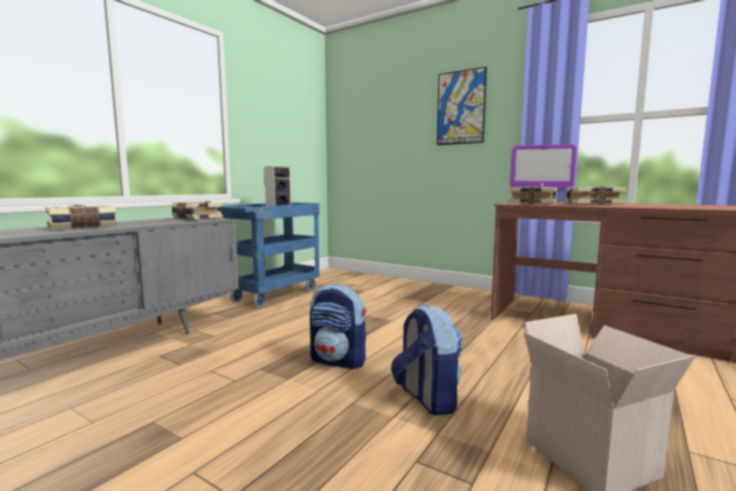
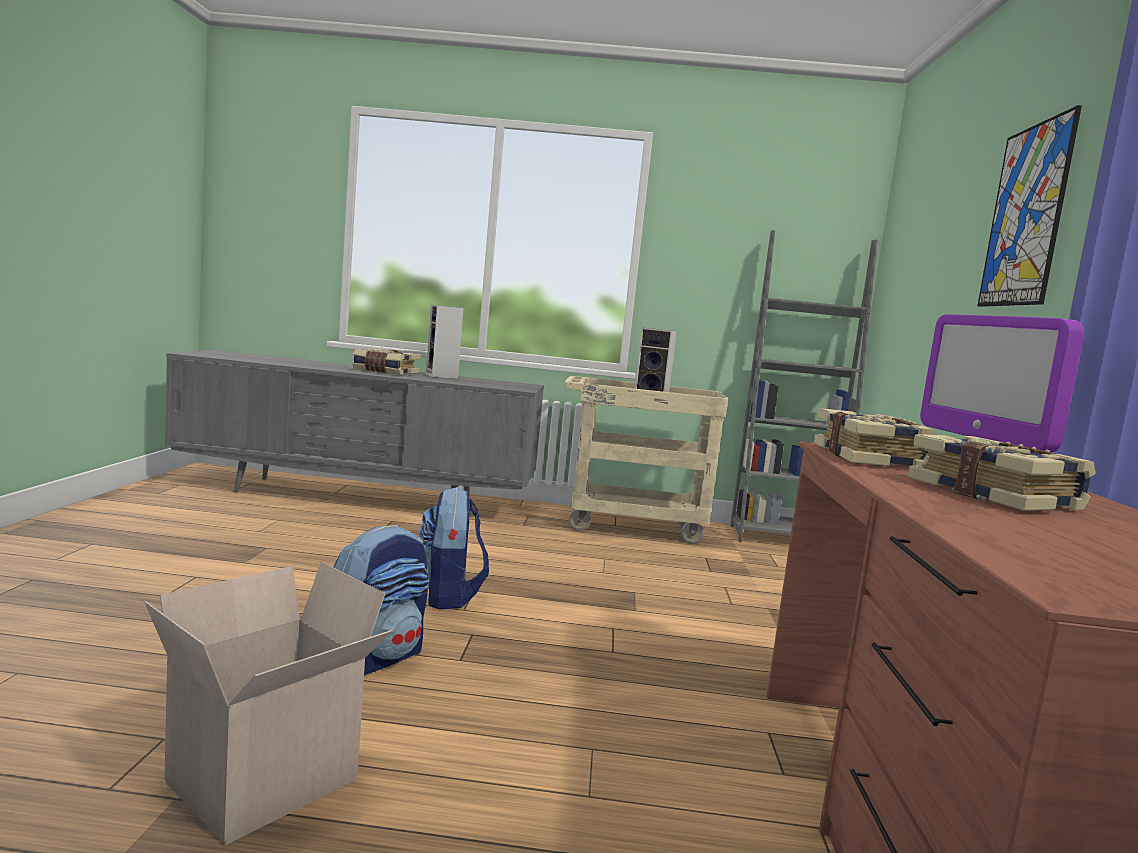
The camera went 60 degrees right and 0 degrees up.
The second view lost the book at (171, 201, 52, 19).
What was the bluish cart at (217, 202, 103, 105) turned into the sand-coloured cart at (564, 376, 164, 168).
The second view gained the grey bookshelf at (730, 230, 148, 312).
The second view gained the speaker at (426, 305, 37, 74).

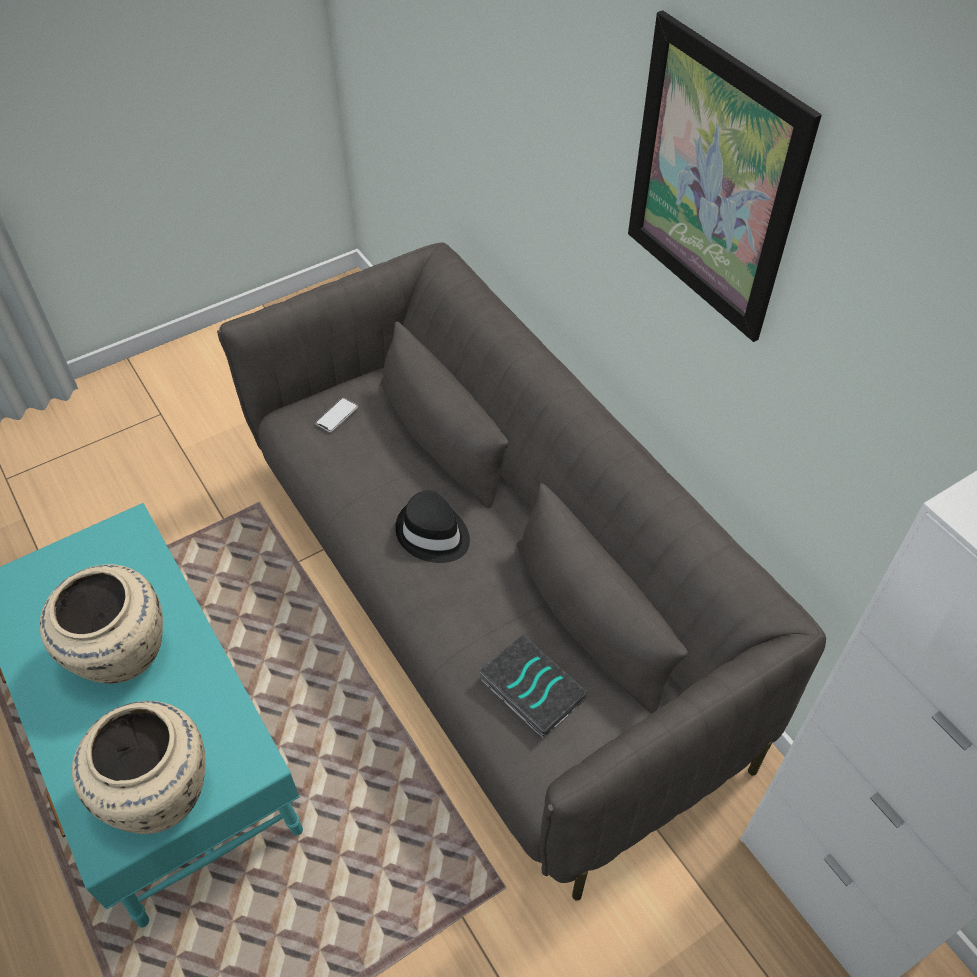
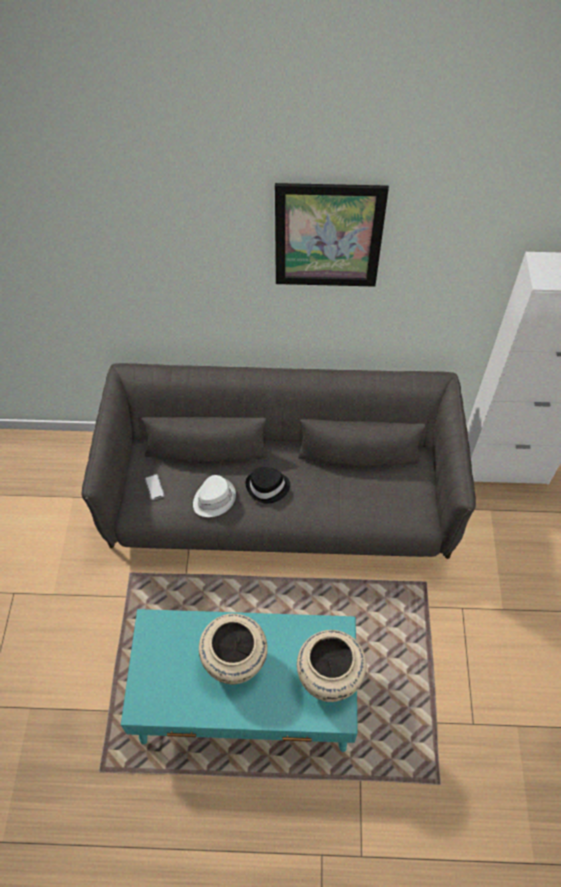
The camera went 55 degrees left and 5 degrees up.
The second view lost the book at (479, 635, 108, 104).
The second view gained the white-coloured clothing hat at (193, 475, 43, 42).

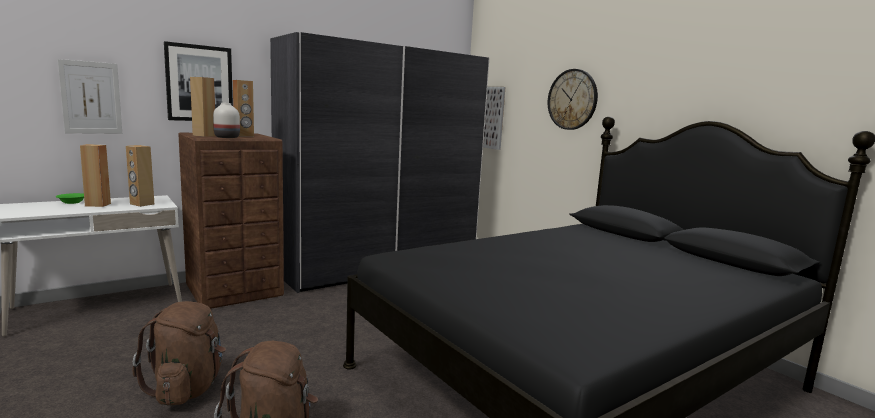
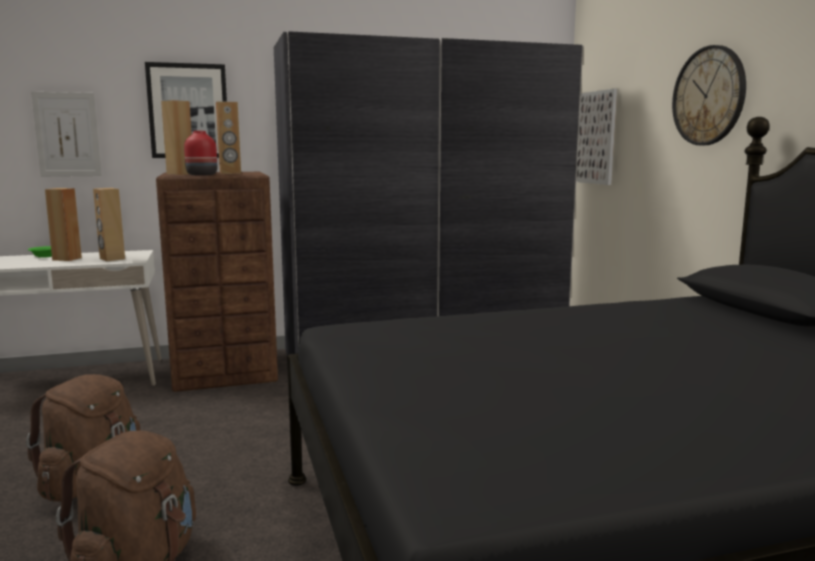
The camera went 20 degrees right and 0 degrees up.
What was the white-coloured vase at (213, 103, 27, 35) turned into the red-coloured vase at (184, 131, 33, 44).

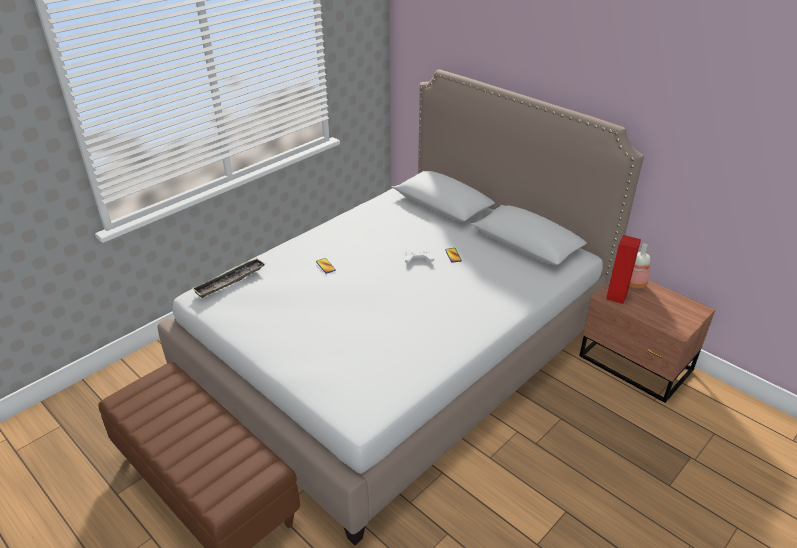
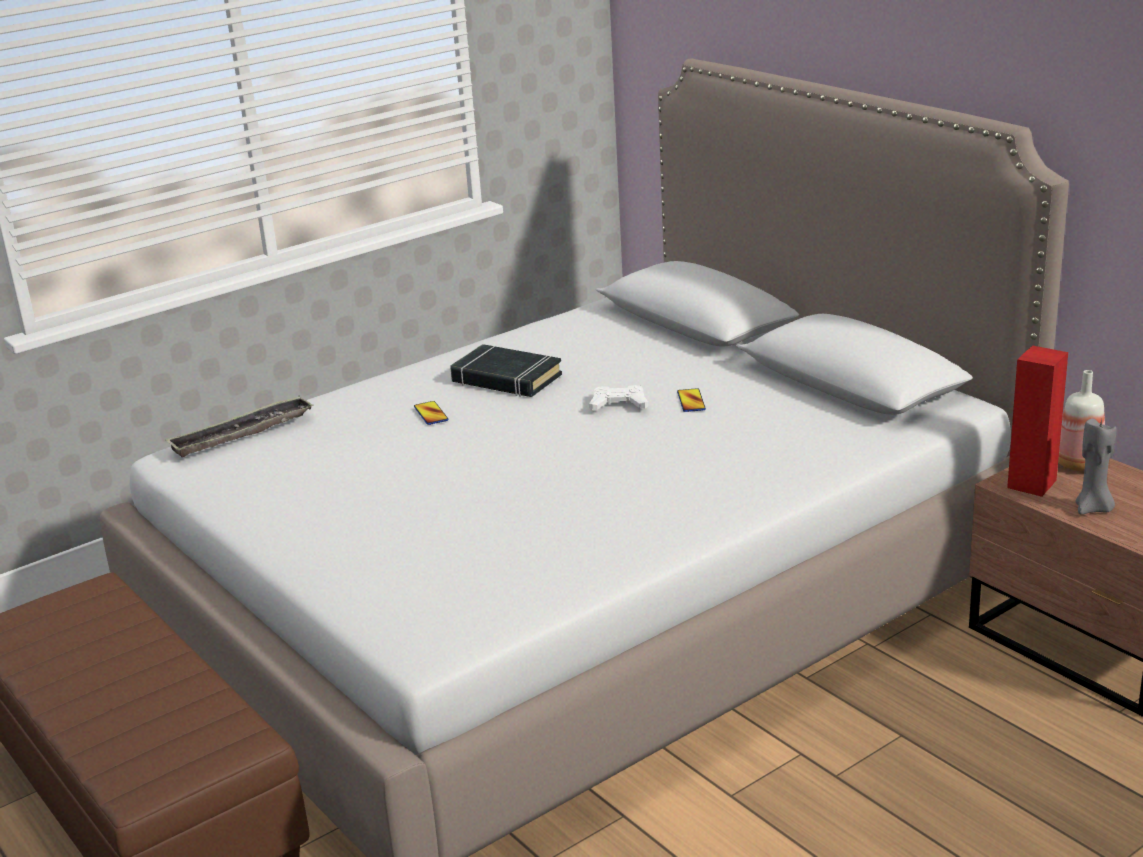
The camera went 10 degrees right and 10 degrees down.
The second view gained the black book at (450, 344, 112, 53).
The second view gained the grey wax light at (1076, 418, 41, 97).

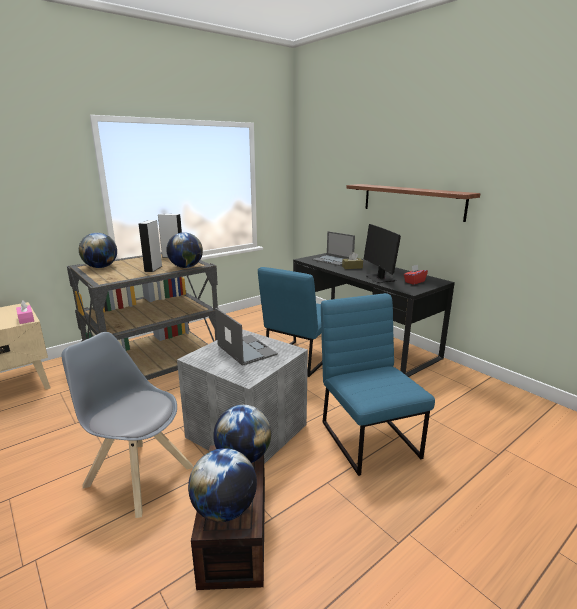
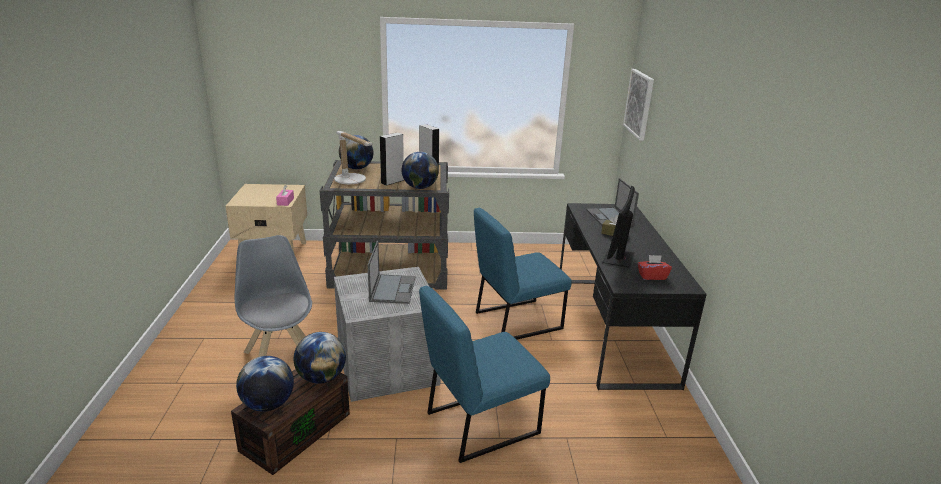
The camera went 35 degrees right and 5 degrees up.
The second view lost the wall shelf at (346, 184, 135, 38).
The bluish plain chair at (321, 293, 114, 183) ended up facing another way, 135 degrees counterclockwise from before.
The second view gained the wall art at (623, 69, 31, 72).
The second view gained the tabletop lamp at (334, 131, 39, 53).

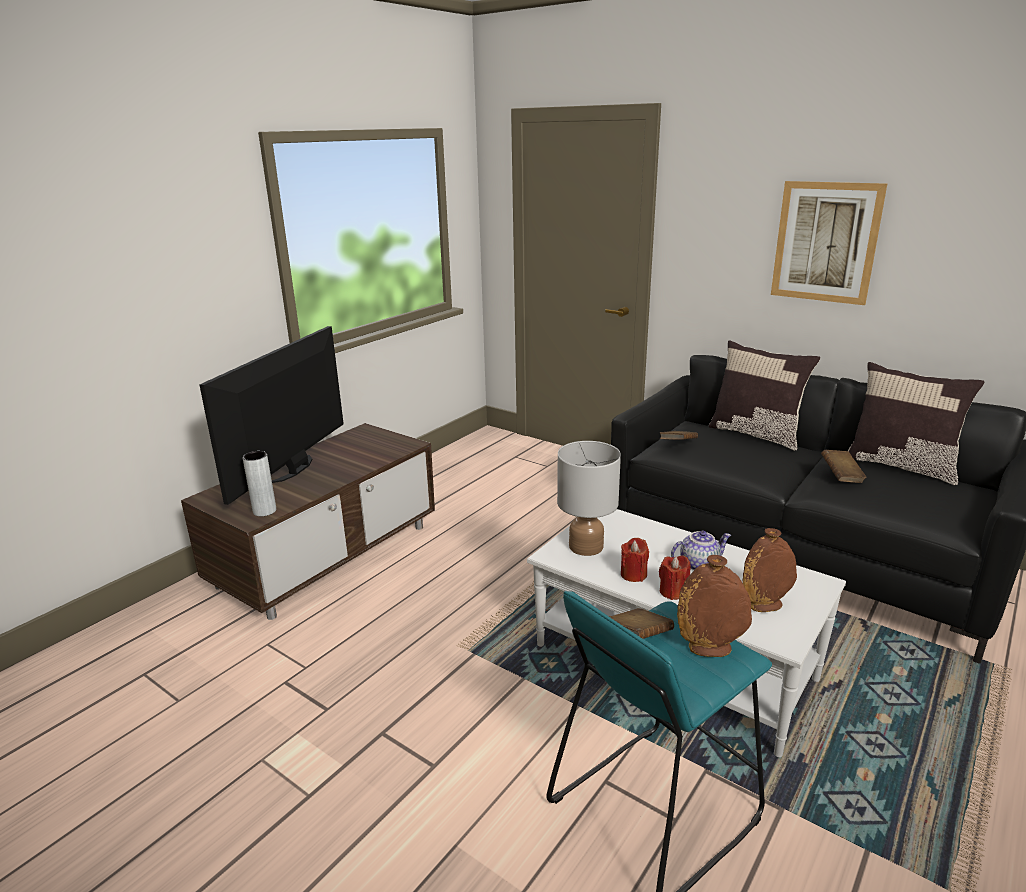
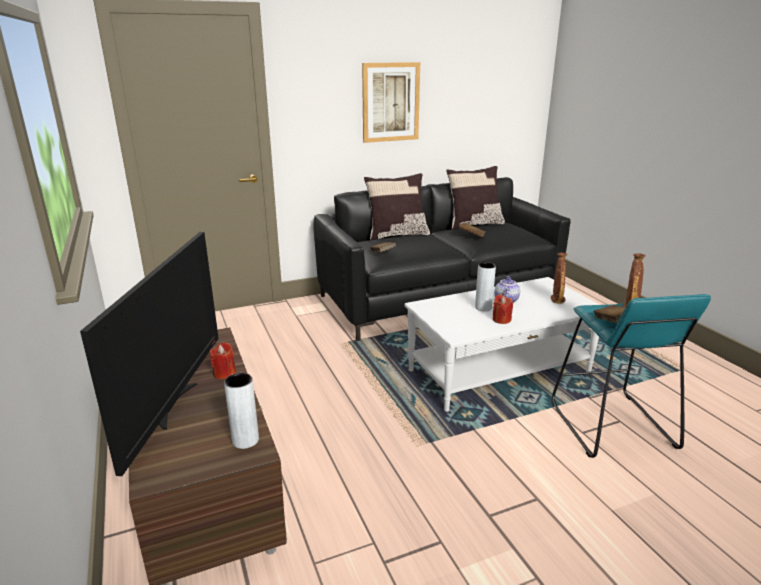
The camera went 60 degrees left and 0 degrees up.
The TV at (200, 326, 144, 179) ended up facing another way, 135 degrees counterclockwise from before.
The second view lost the grey tabletop lamp at (557, 441, 64, 115).
The red-coloured wax light ended up elsewhere, having gone from (659, 555, 32, 45) to (210, 342, 26, 37).
The second view gained the grey vase at (475, 262, 21, 49).

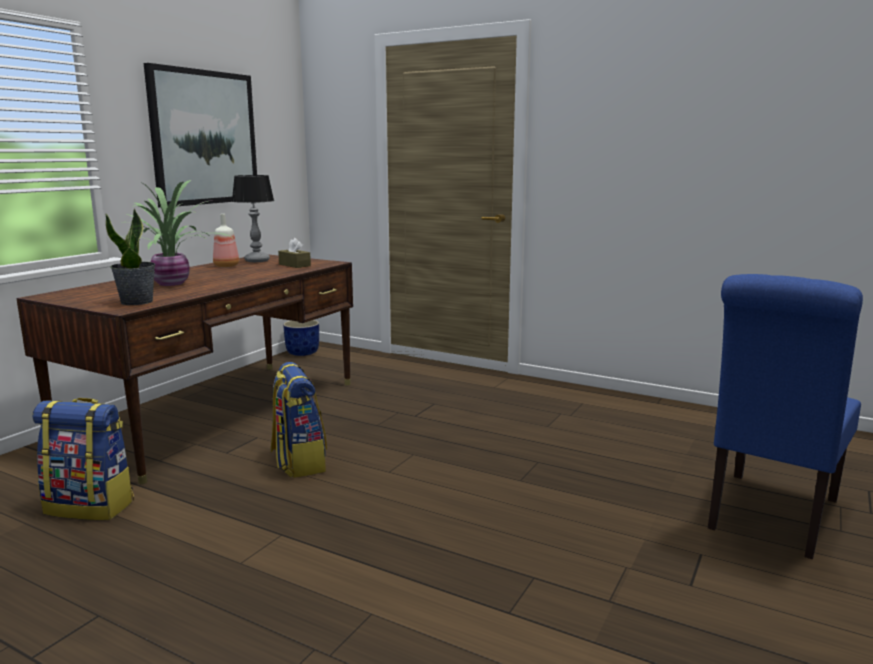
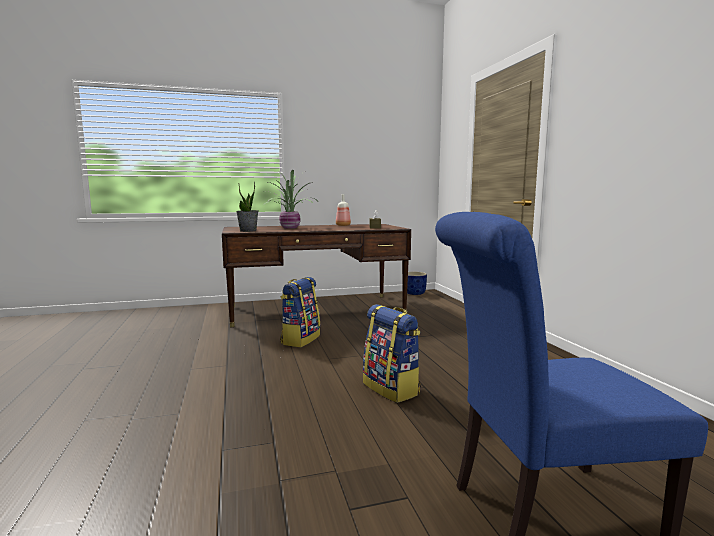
The camera went 45 degrees right and 5 degrees down.
The second view lost the wall art at (144, 63, 113, 145).
The second view lost the tabletop lamp at (232, 175, 42, 87).
The backpack ended up elsewhere, having gone from (33, 398, 101, 122) to (363, 304, 58, 99).

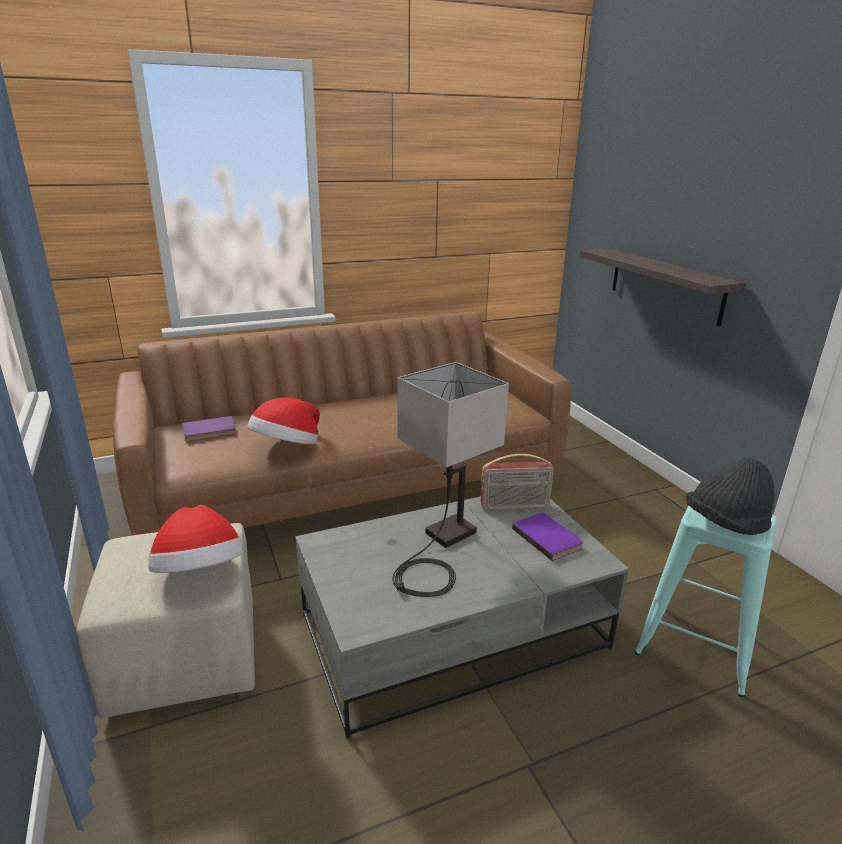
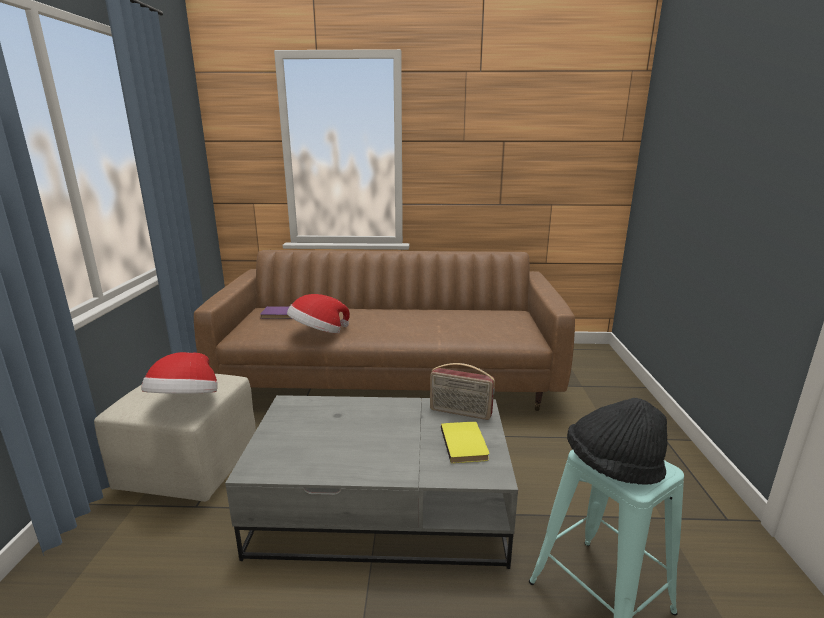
The camera went 25 degrees right and 5 degrees down.
The second view lost the wall shelf at (580, 248, 166, 79).
The second view lost the tabletop lamp at (393, 362, 116, 235).
What was the purplish book at (512, 513, 71, 48) turned into the yellow-coloured book at (441, 421, 48, 42).

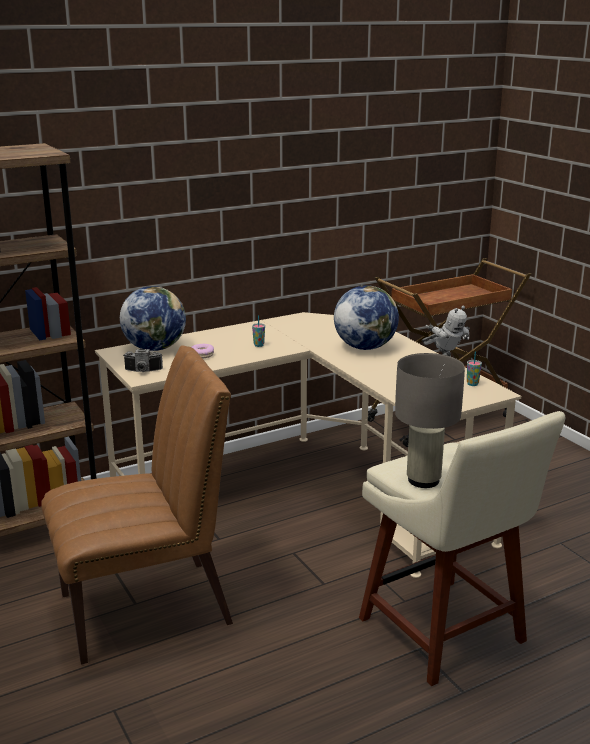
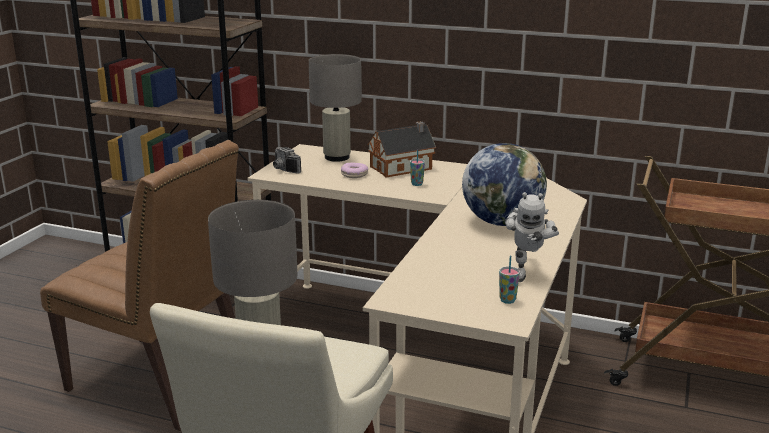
The camera went 50 degrees right and 0 degrees up.
Where the world globe stood at (120, 286, 66, 65), the grey tabletop lamp came to stand at (309, 54, 53, 108).
The second view gained the toy house at (368, 121, 68, 56).

